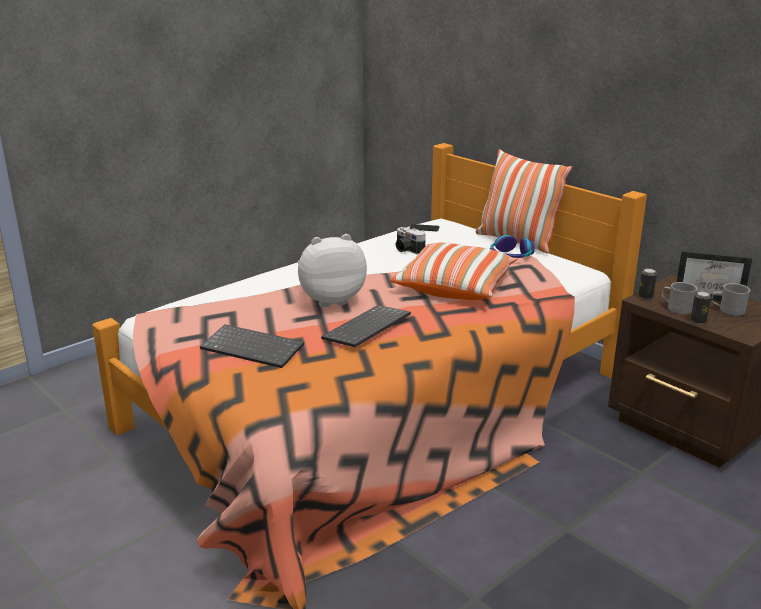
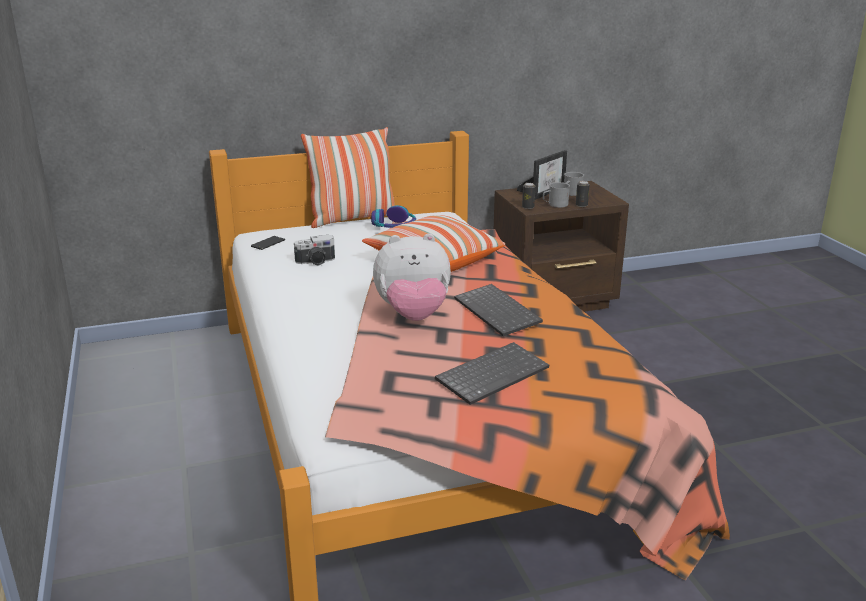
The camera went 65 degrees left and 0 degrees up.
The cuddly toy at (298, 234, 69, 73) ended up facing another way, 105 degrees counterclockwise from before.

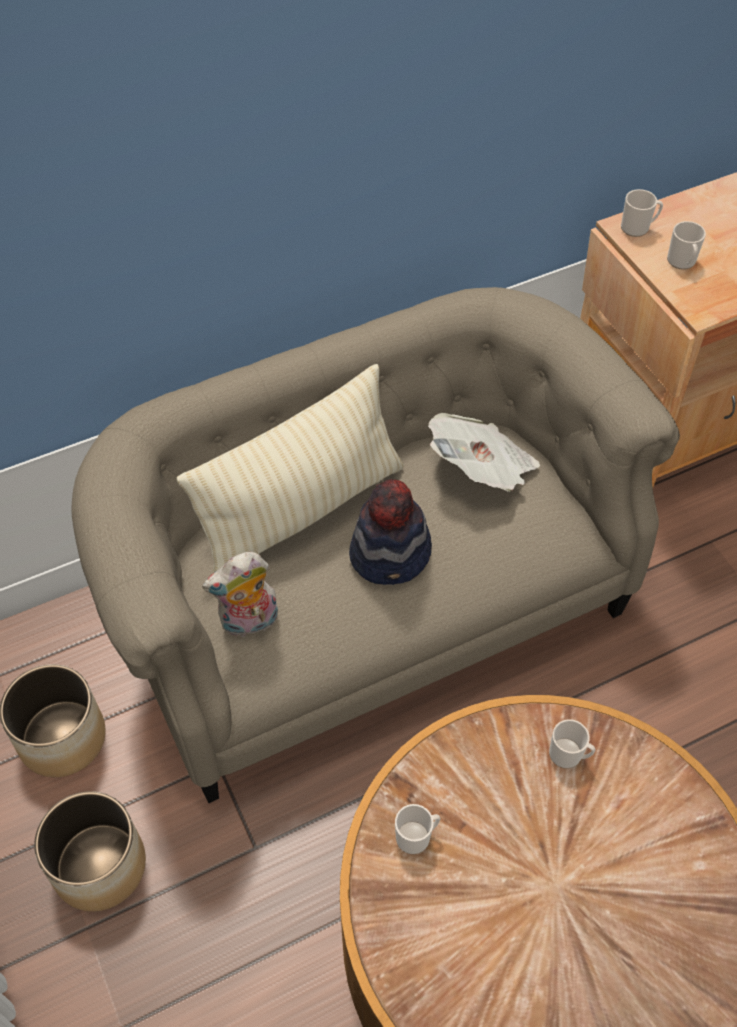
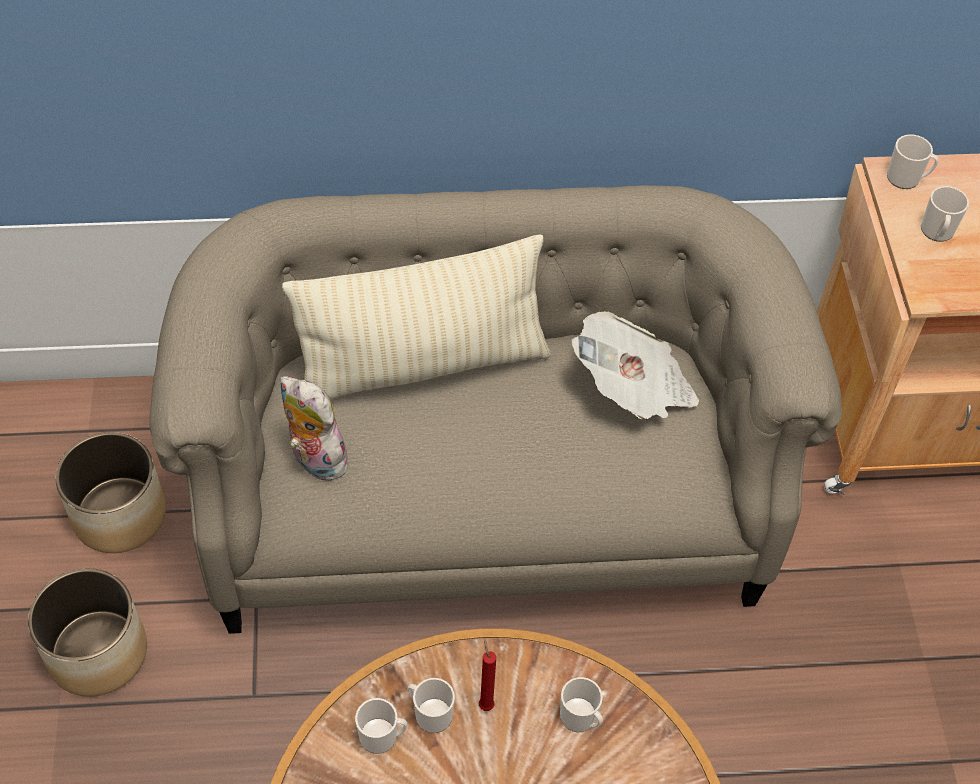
The camera went 20 degrees right and 0 degrees up.
The second view lost the clothing hat at (349, 479, 83, 106).
The cuddly toy at (202, 552, 76, 85) ended up facing another way, 45 degrees clockwise from before.
The second view gained the red-coloured wax light at (479, 639, 17, 72).
The second view gained the tea mug at (408, 678, 47, 55).

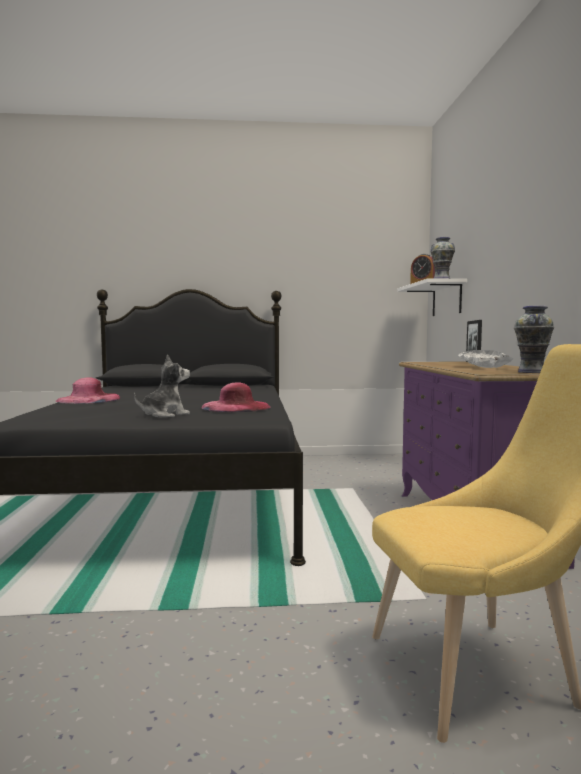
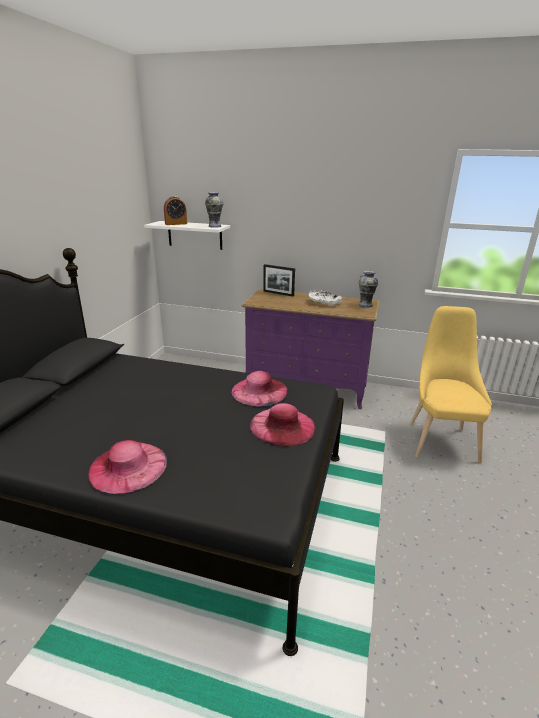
The camera went 70 degrees left and 20 degrees up.
Where the cuddly toy stood at (134, 355, 56, 62), the pink clothing hat came to stand at (250, 403, 65, 44).

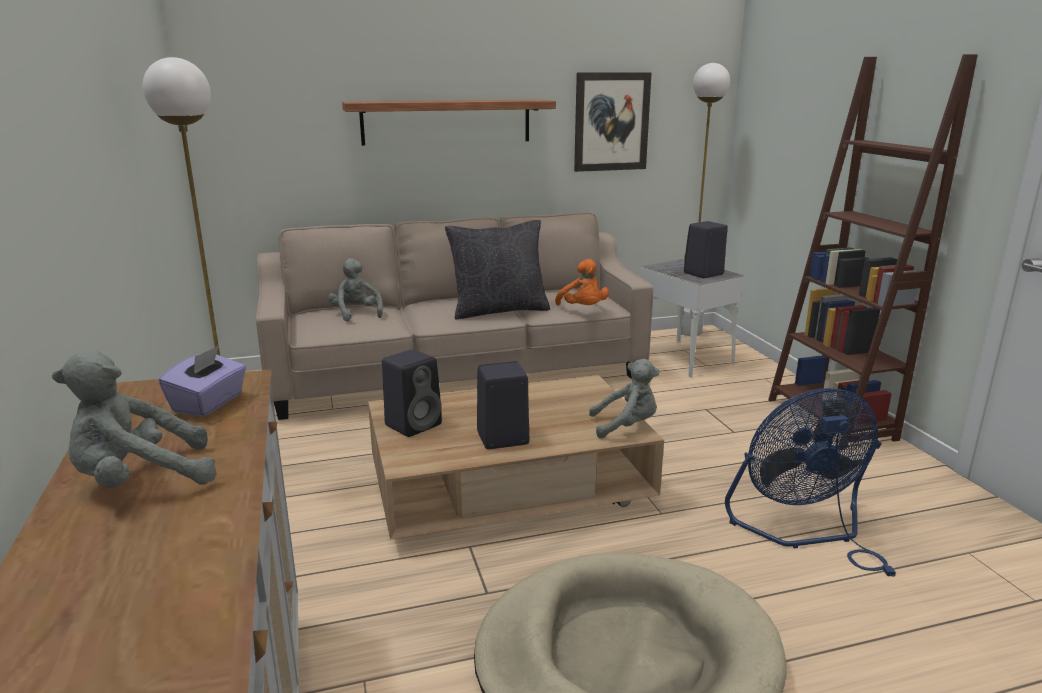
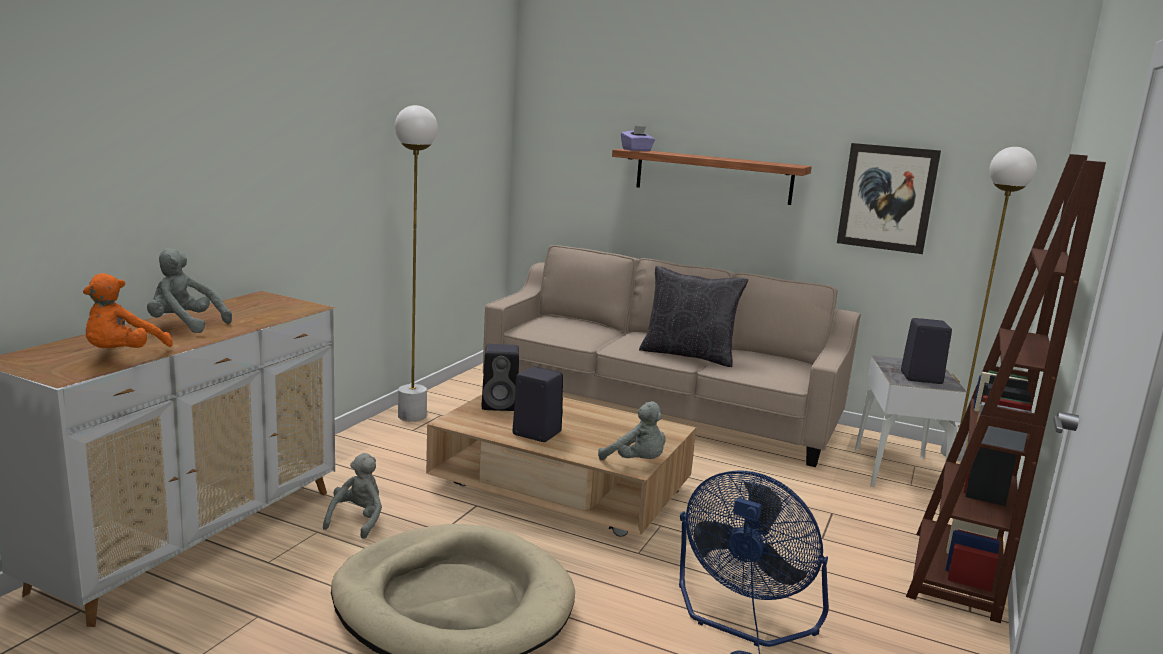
The camera went 40 degrees right and 5 degrees down.
The grey cuddly toy ended up elsewhere, having gone from (328, 258, 55, 64) to (323, 453, 59, 86).
The orangey cuddly toy ended up elsewhere, having gone from (555, 259, 54, 47) to (83, 273, 90, 75).
The purplish box of tissues ended up elsewhere, having gone from (159, 346, 87, 71) to (621, 126, 34, 25).

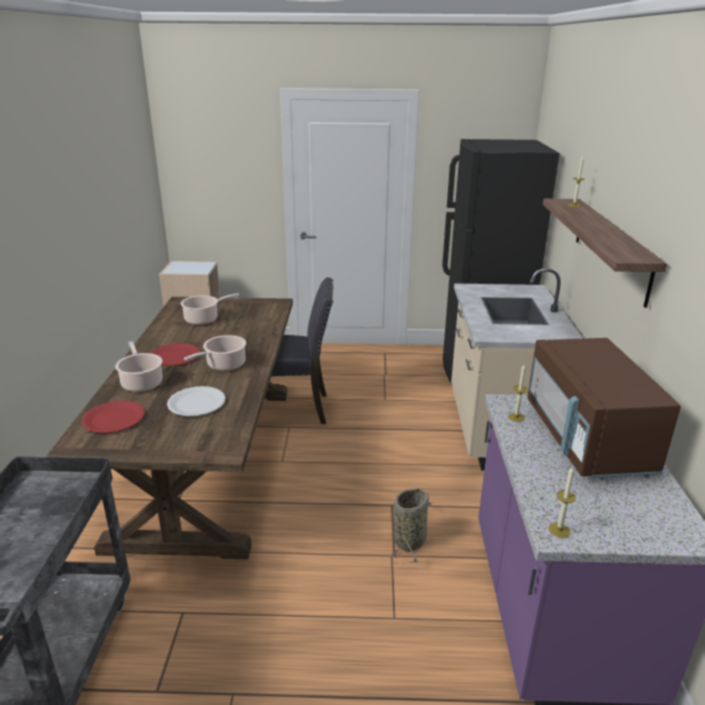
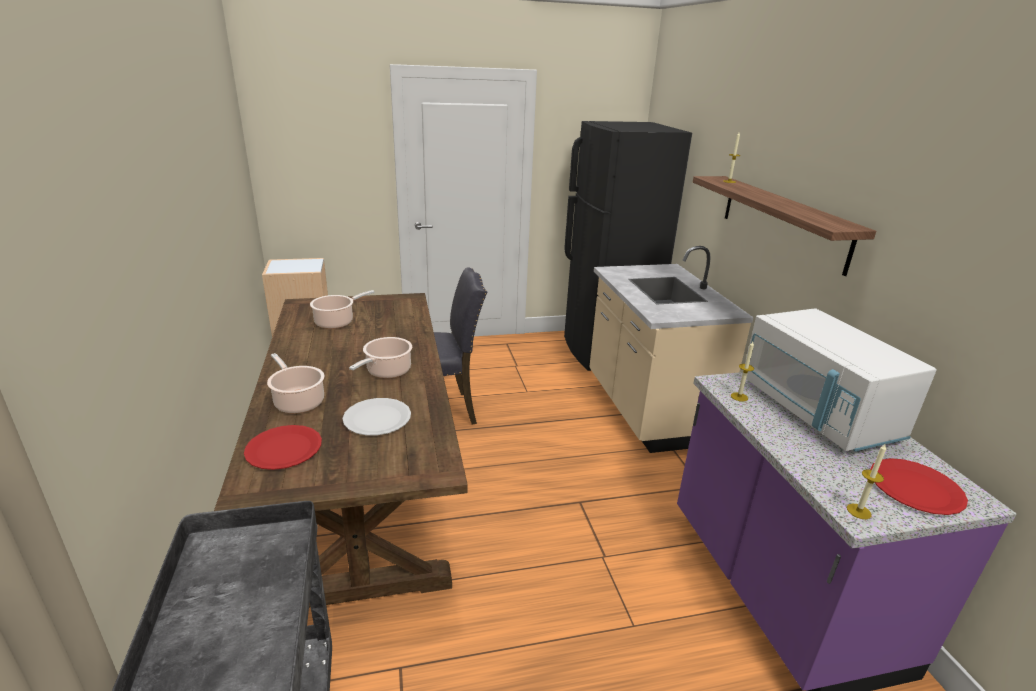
The camera went 15 degrees left and 0 degrees up.
What was the brown kitchen microwave at (527, 338, 154, 142) turned into the white-coloured kitchen microwave at (742, 308, 195, 144).
The red-coloured plate ended up elsewhere, having gone from (151, 343, 49, 23) to (870, 458, 98, 57).
The second view lost the basket at (390, 488, 43, 76).

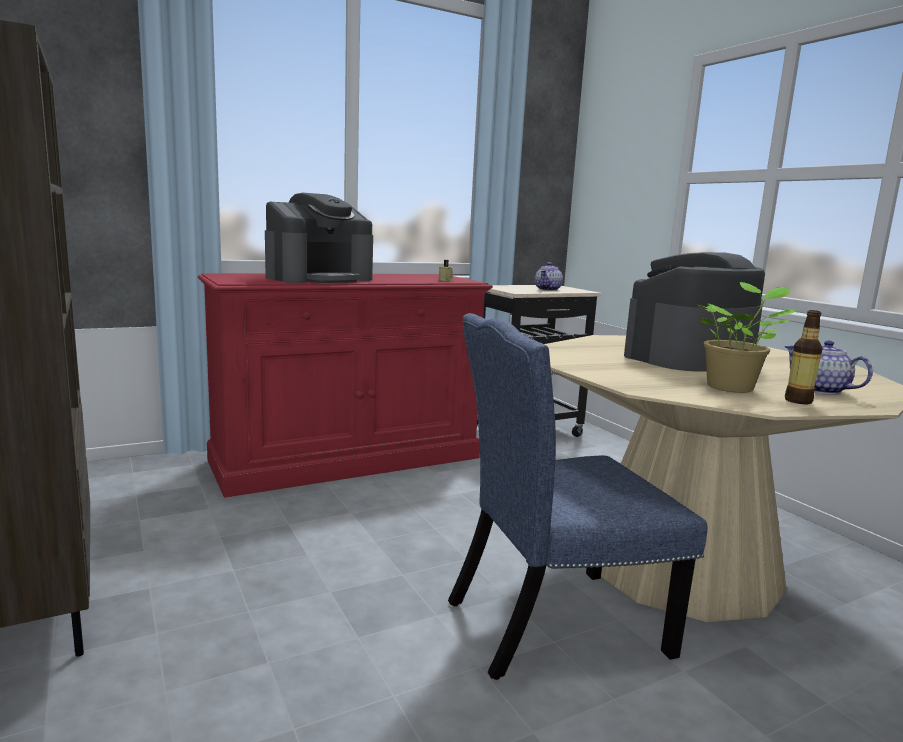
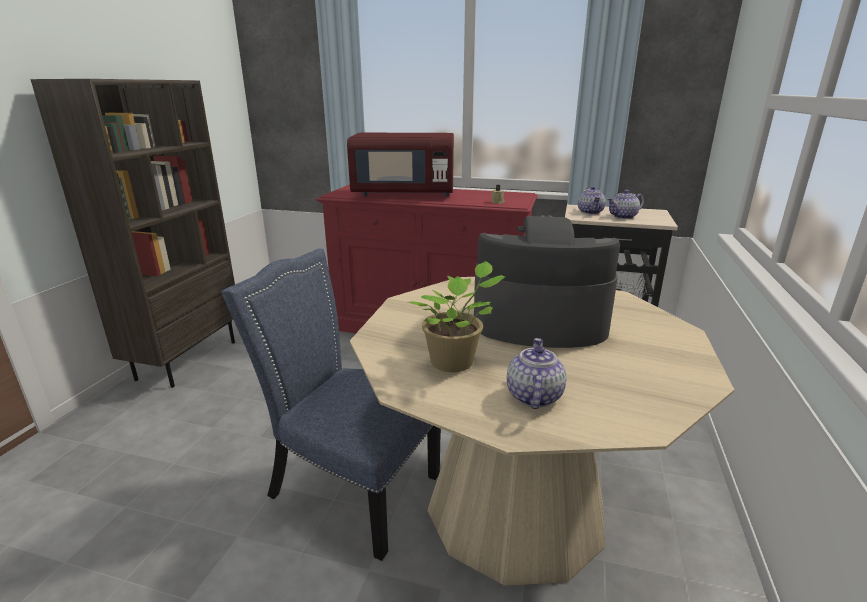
The camera went 45 degrees right and 10 degrees up.
Where the coffee maker stood at (265, 193, 108, 90), the red-coloured kitchen microwave came to stand at (347, 133, 107, 63).
The second view lost the bottle at (785, 310, 38, 94).
The second view gained the tea pot at (578, 186, 28, 28).

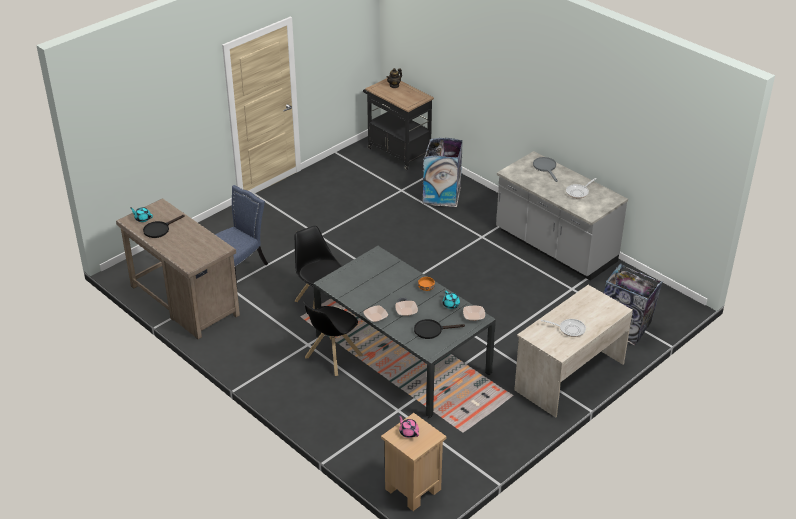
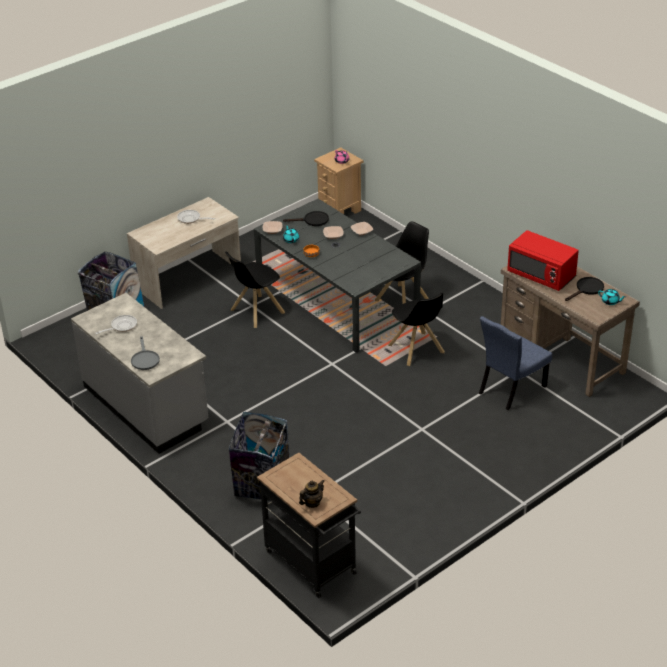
The camera went 175 degrees left and 0 degrees up.
The second view gained the red-coloured kitchen microwave at (507, 230, 72, 61).
The second view gained the black plain chair at (225, 252, 60, 76).

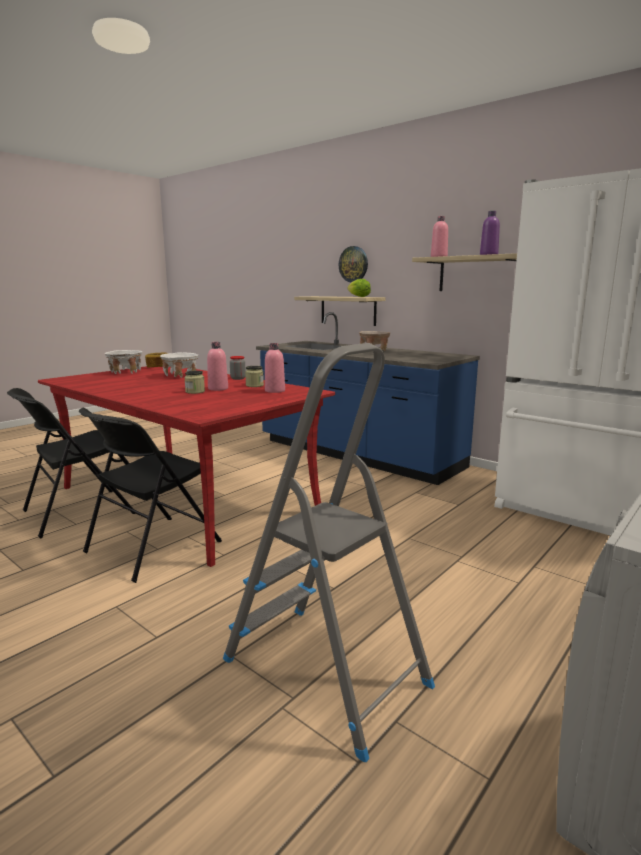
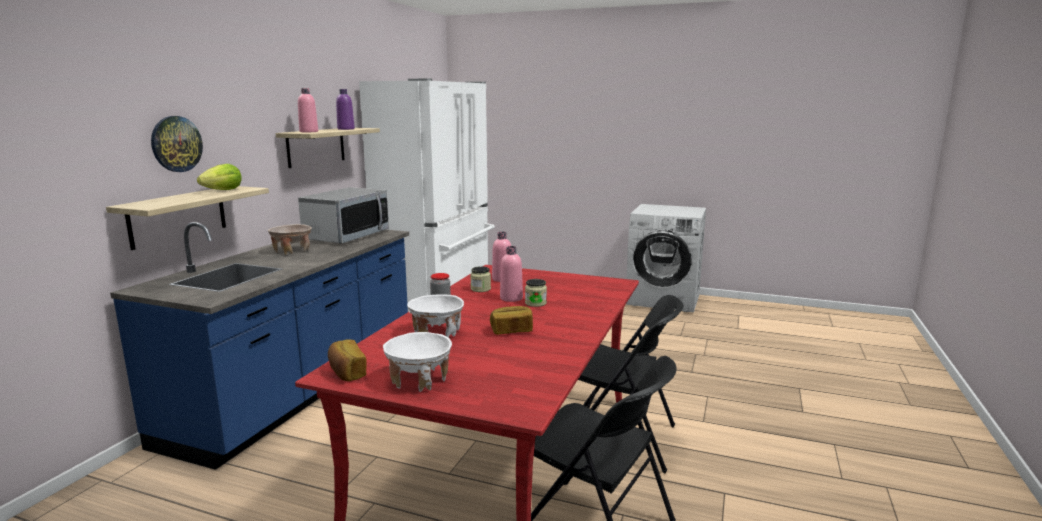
The camera went 110 degrees left and 0 degrees up.
The second view lost the grey stepladder at (223, 343, 212, 419).
The second view gained the kitchen microwave at (298, 187, 91, 57).
The second view gained the baked bread at (490, 306, 43, 29).

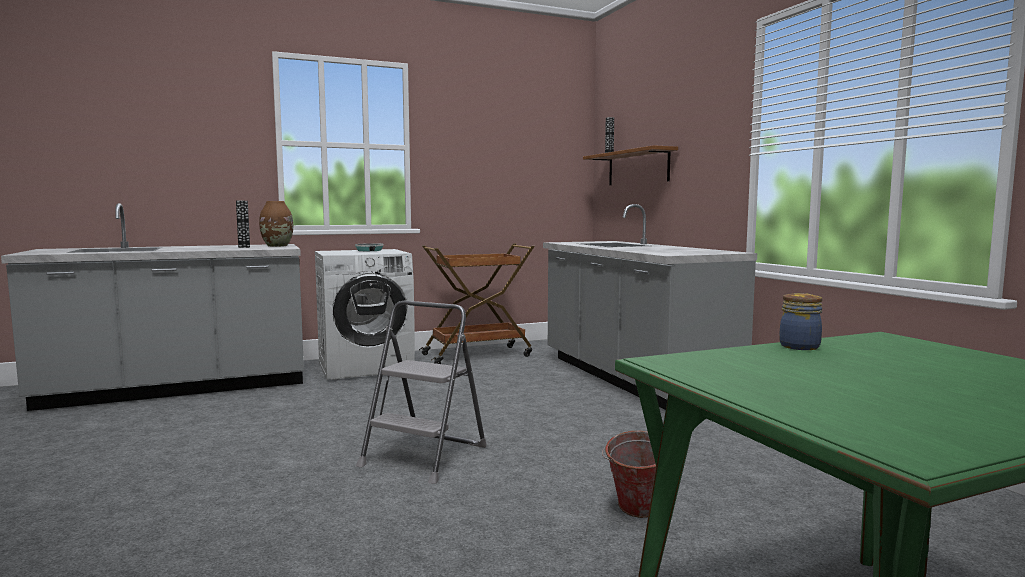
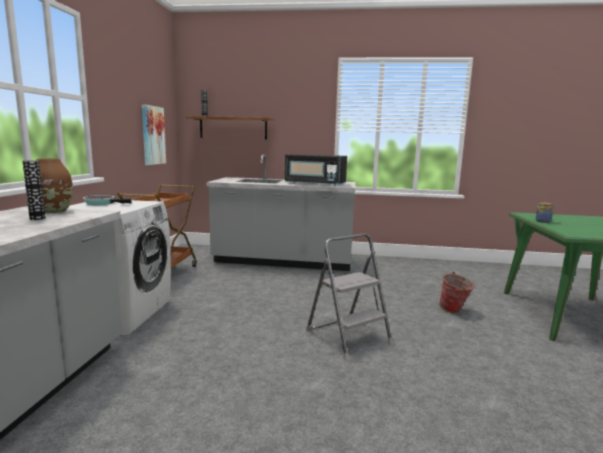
The camera went 60 degrees left and 5 degrees up.
The second view gained the wall art at (142, 104, 24, 61).
The second view gained the black kitchen microwave at (285, 154, 62, 32).

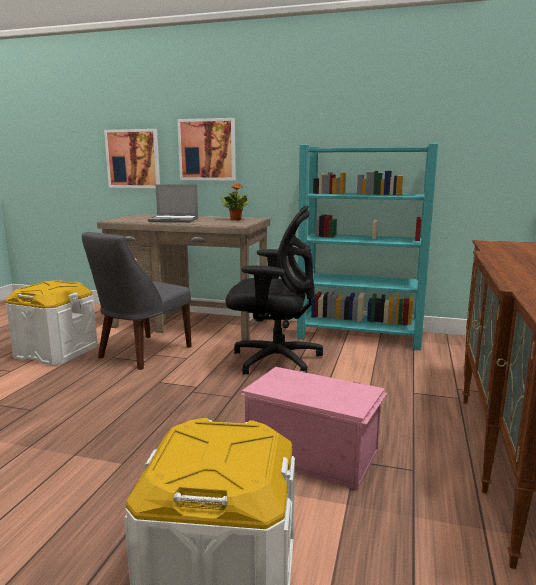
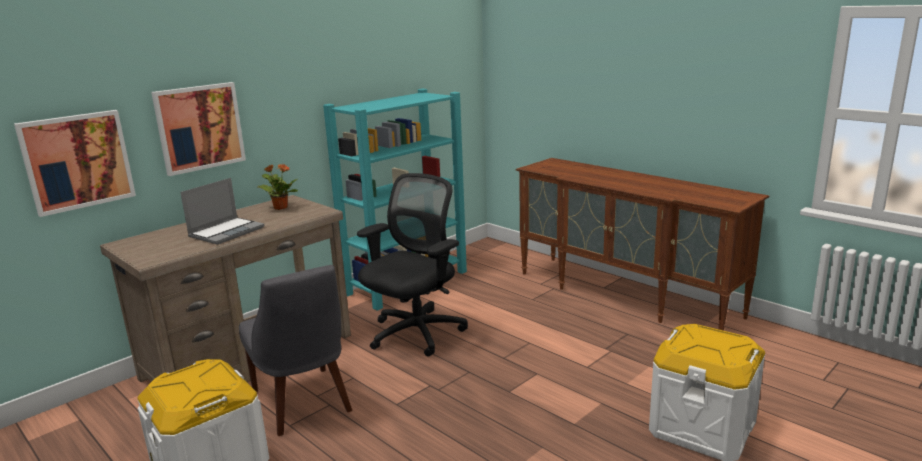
The camera went 60 degrees left and 5 degrees up.
The second view lost the pink storage bin at (241, 367, 146, 123).

